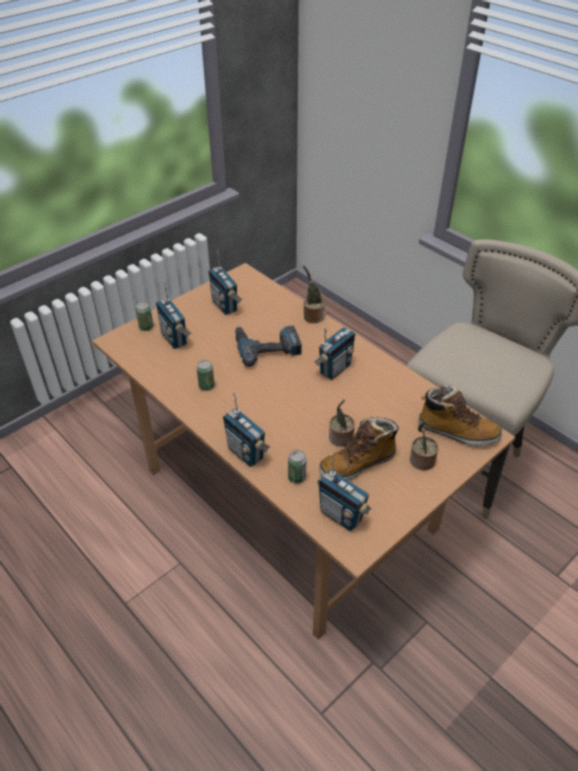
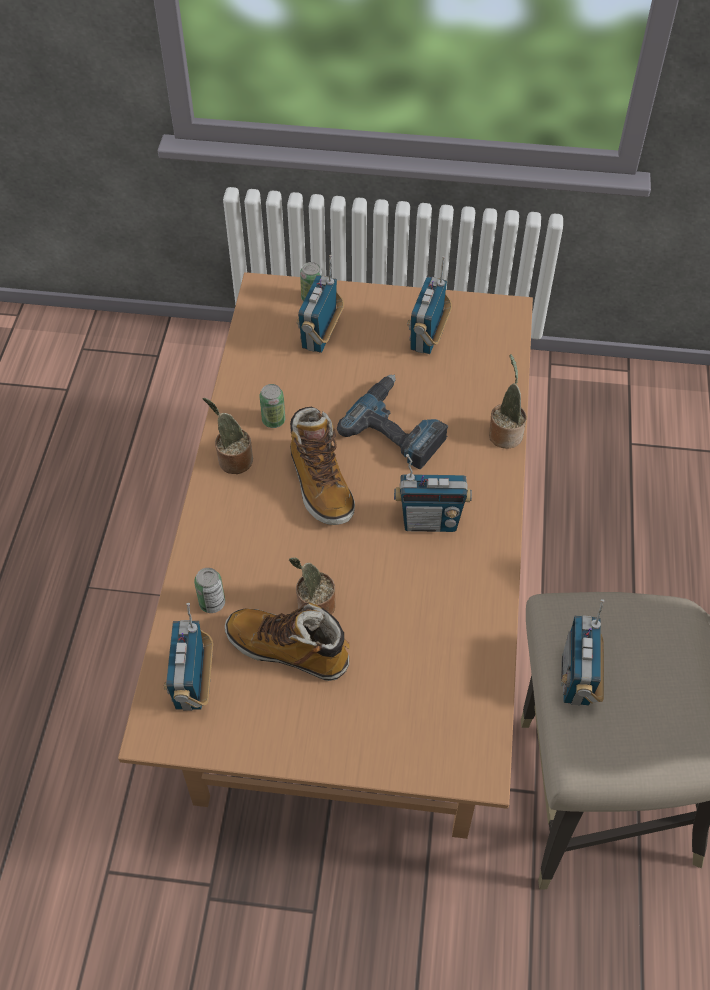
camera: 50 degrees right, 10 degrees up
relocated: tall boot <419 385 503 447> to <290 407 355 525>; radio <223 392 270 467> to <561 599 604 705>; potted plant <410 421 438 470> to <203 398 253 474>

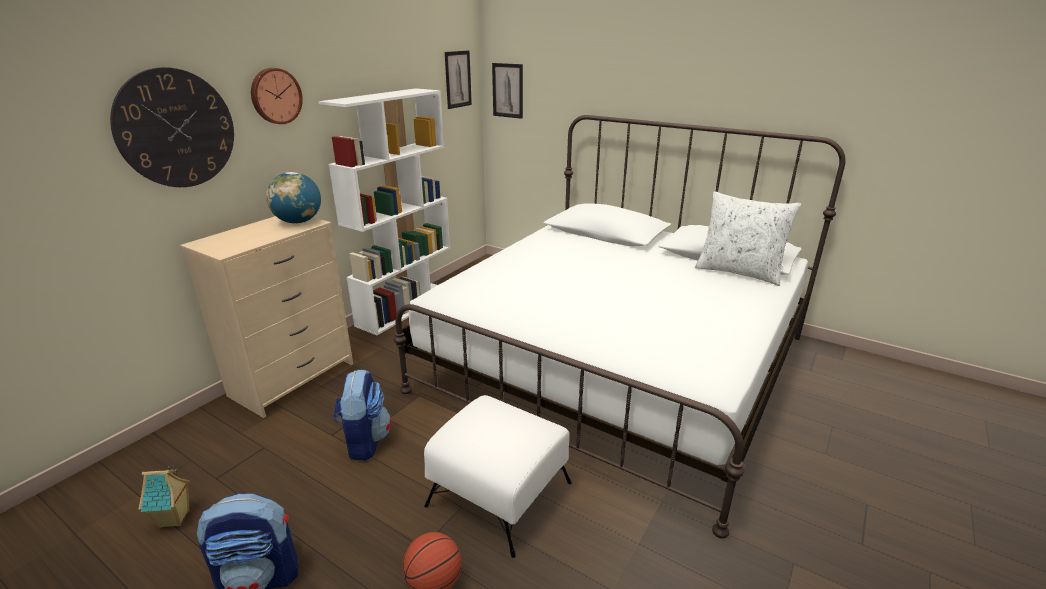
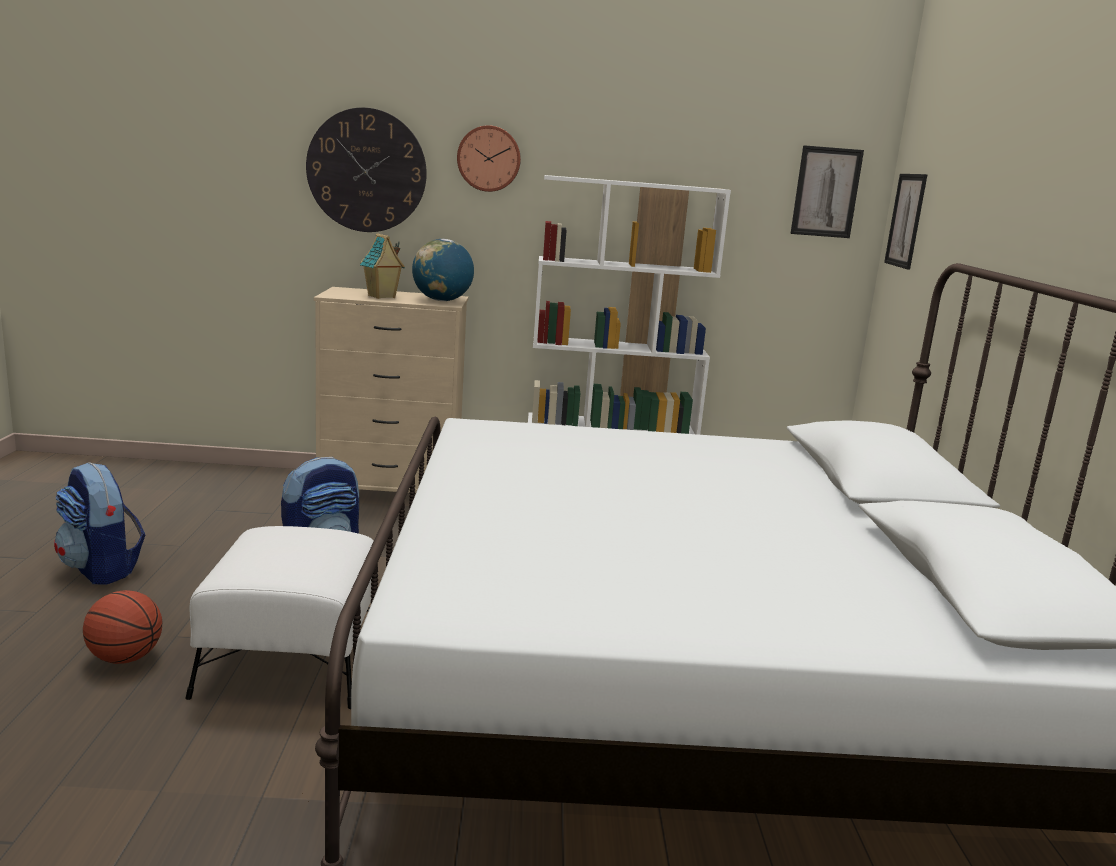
camera: 55 degrees right, 10 degrees down
missing: white-coloured cushion <695 191 801 286>
relocated: toy house <139 465 190 528> to <360 233 405 299>

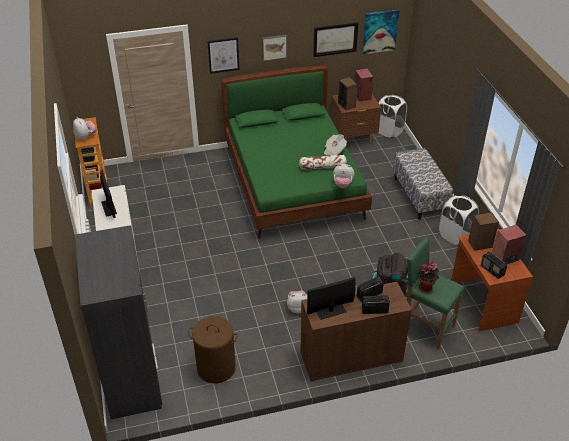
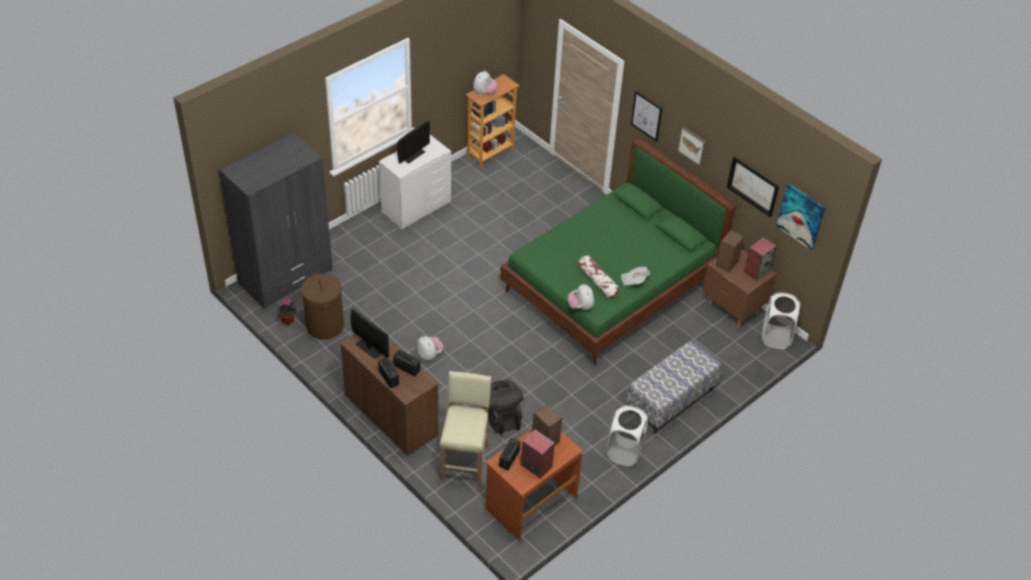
camera: 60 degrees right, 5 degrees up
relocated: potted plant <419 261 439 292> to <278 297 297 325>
colour: greenish stool seat <407 238 465 349> to beige stool seat <440 371 491 487>

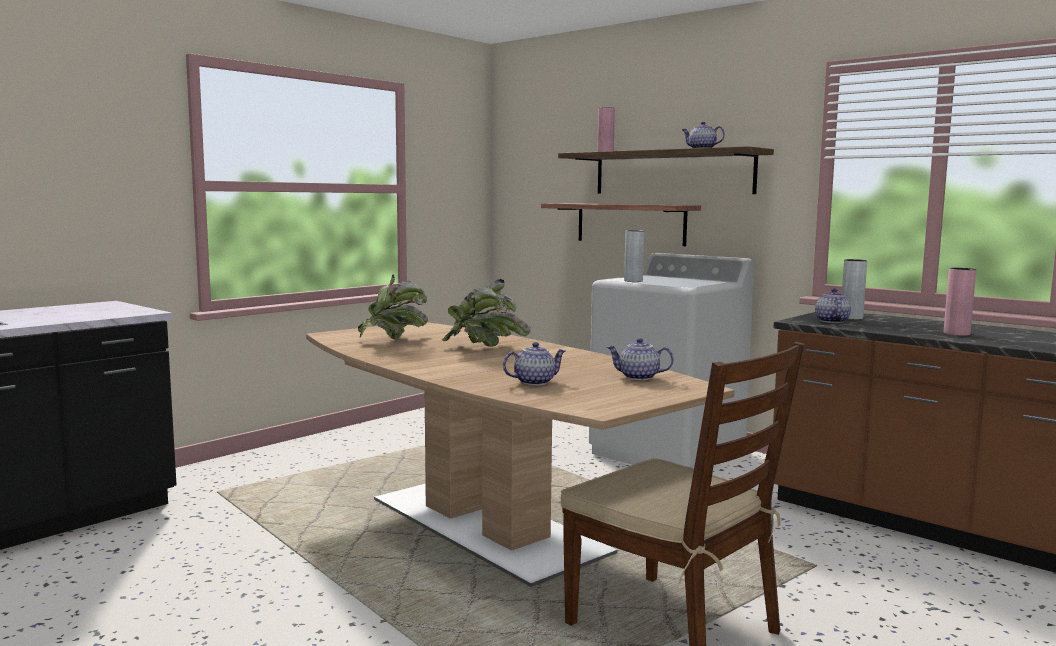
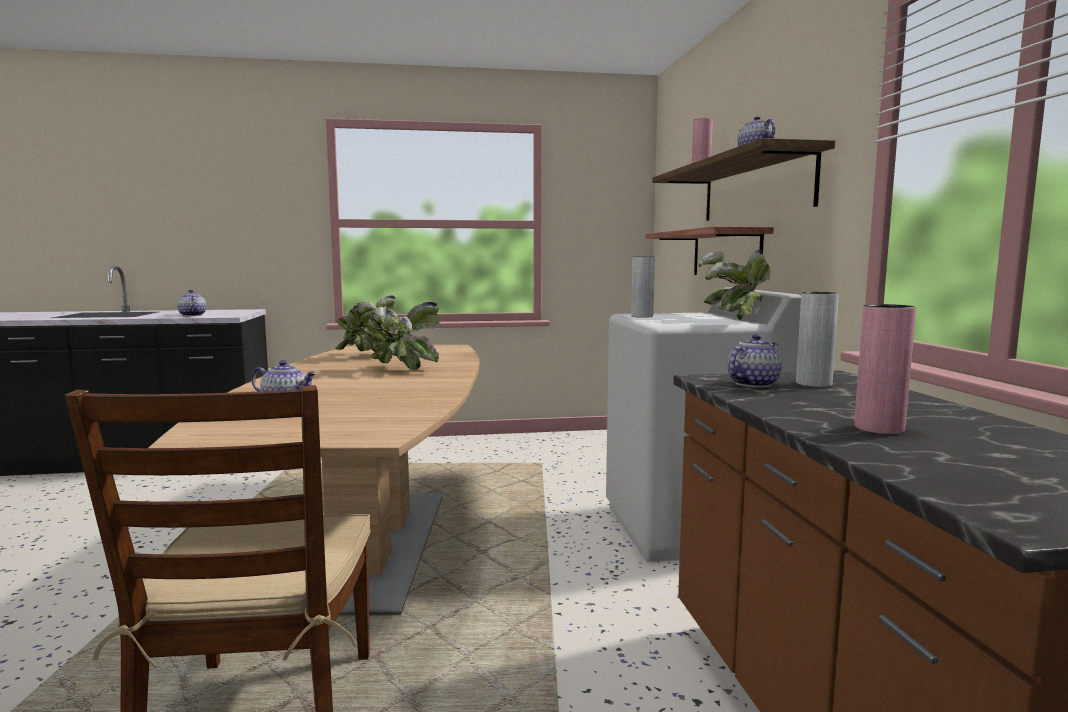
camera: 40 degrees right, 0 degrees up
appeared: potted plant <698 250 770 321>
relocated: pot for tea <607 338 673 380> to <177 290 207 316>

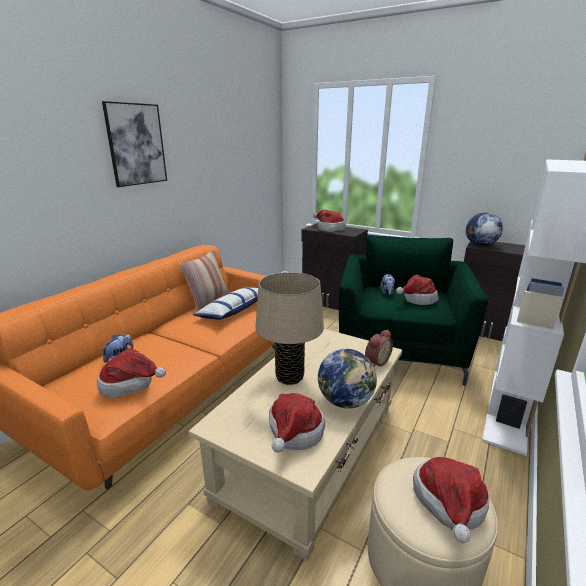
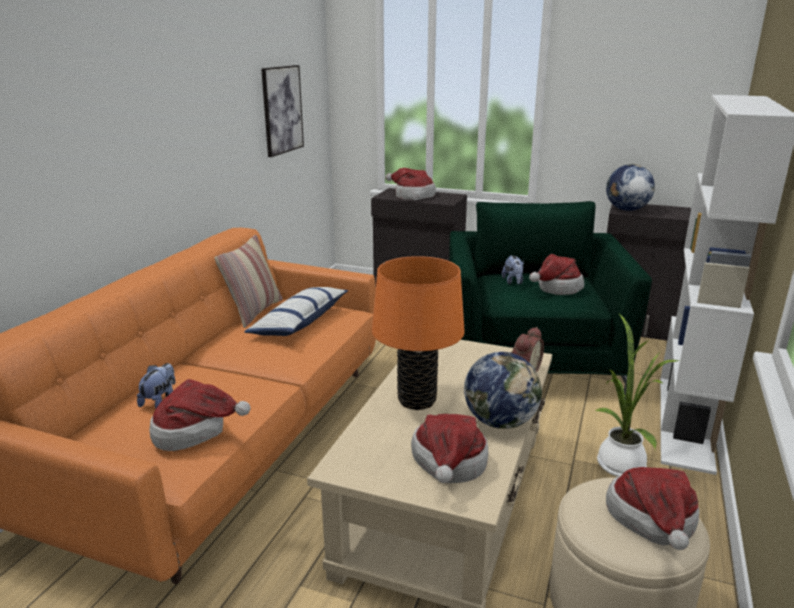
camera: 10 degrees left, 0 degrees up
appeared: potted plant <595 314 680 477>
relocated: wall picture <102 101 167 187> to <261 65 304 157>
colour: beige table lamp <256 272 324 385> to orangey table lamp <372 256 465 410>

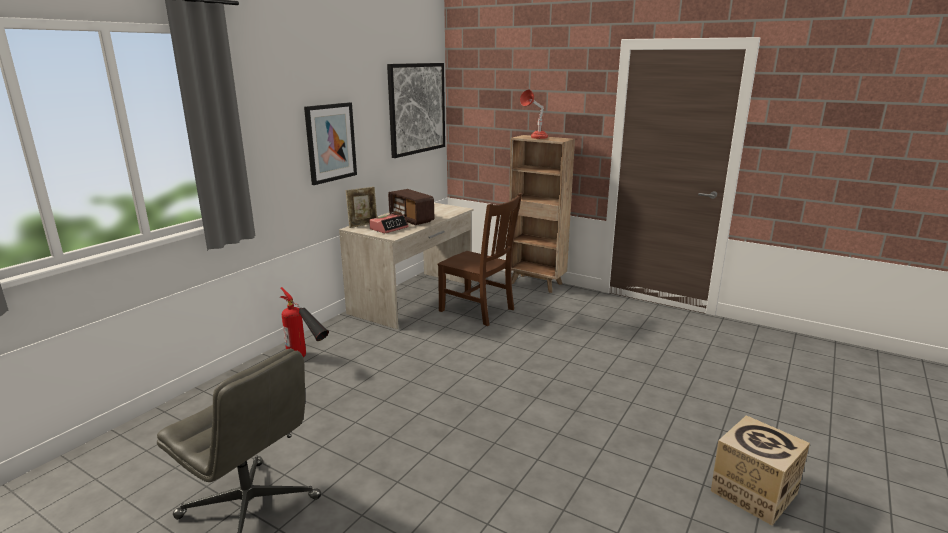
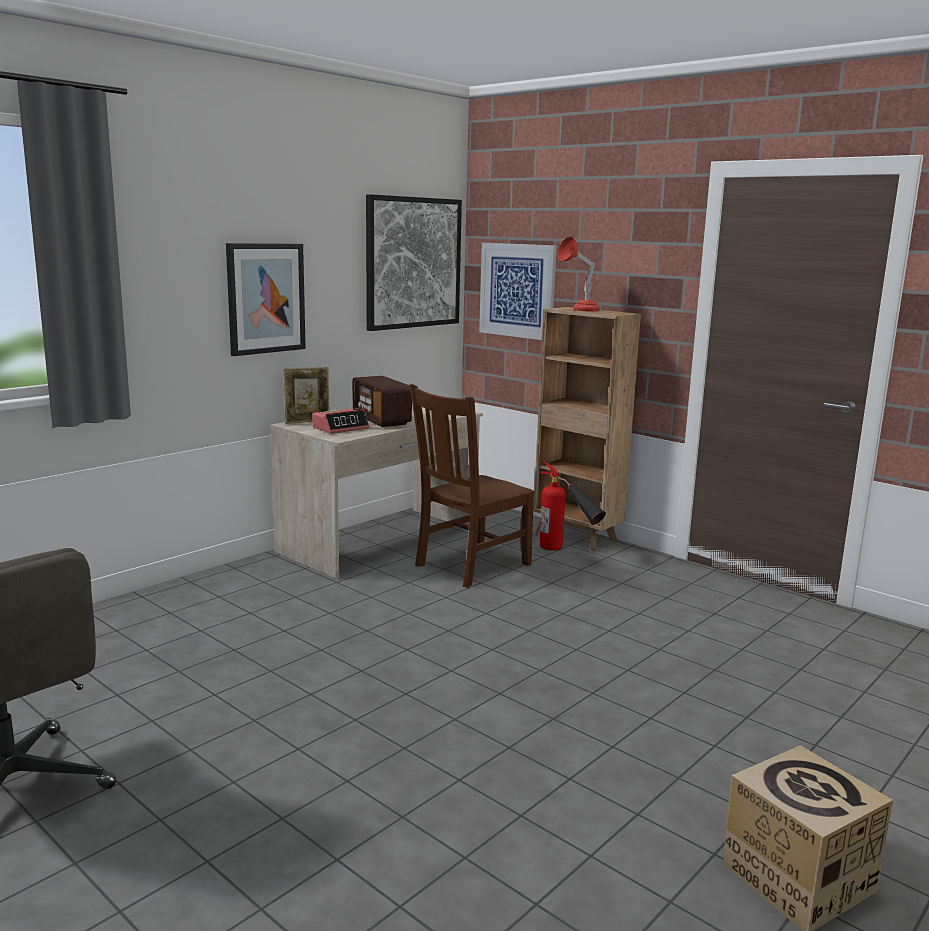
camera: 10 degrees right, 5 degrees down
appeared: wall picture <479 243 557 340>
relocated: extinguisher <280 287 329 357> to <539 460 606 551>
spun: brownish chair <438 193 522 326> = <409 384 535 588> 90 degrees clockwise

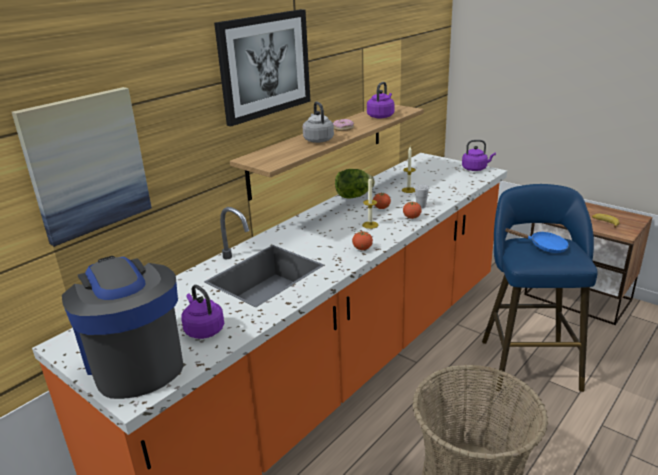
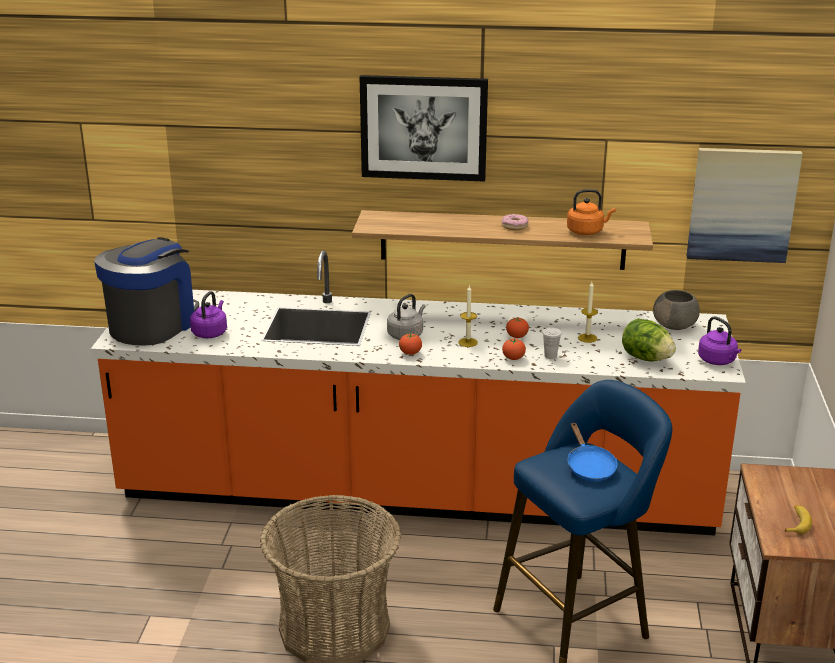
camera: 55 degrees right, 0 degrees up
appeared: grey serving bowl <653 290 700 330>
relocated: wall picture <12 87 152 247> to <687 148 803 263>; grey tea kettle <303 101 334 143> to <387 294 426 340>; lettuce head <335 169 375 198> to <622 319 676 361>
colour: purple-coloured tea kettle <367 82 394 119> to orangey tea kettle <567 189 616 235>

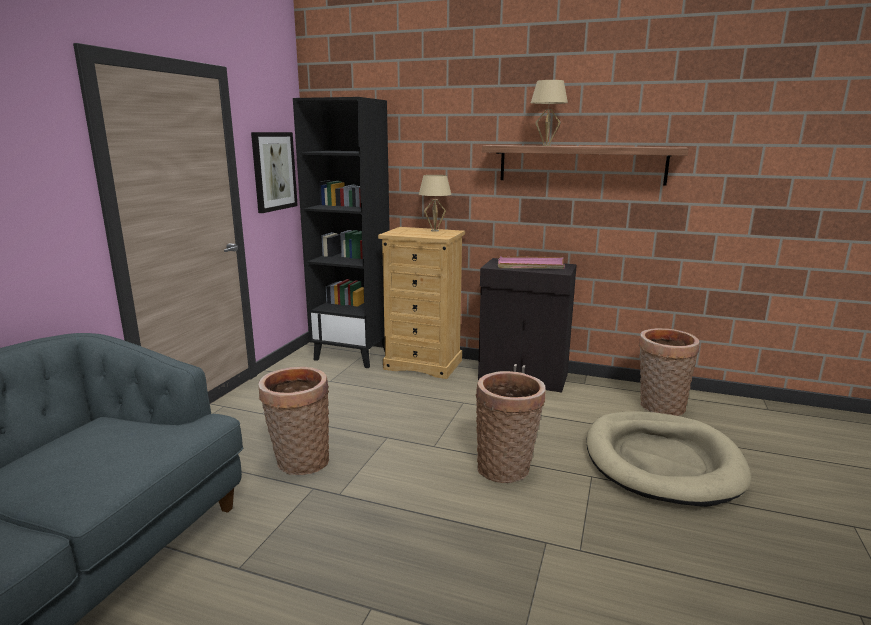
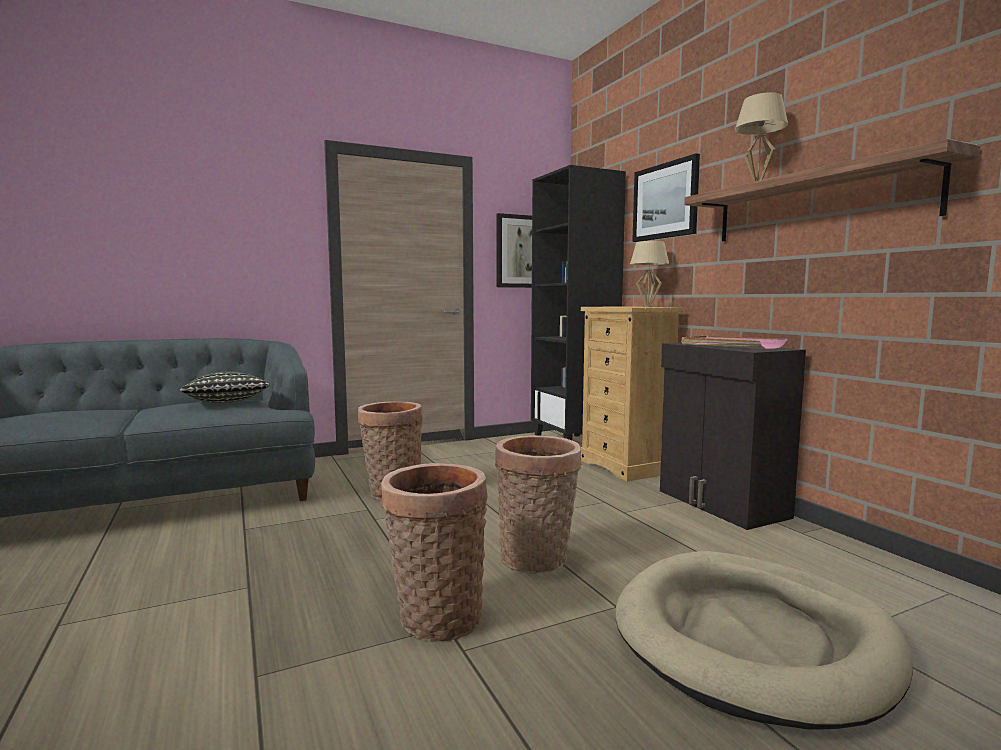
camera: 45 degrees right, 10 degrees down
appeared: wall picture <632 153 700 242>; cushion <180 372 270 403>
relocated: household basket <638 328 700 416> to <381 463 488 641>

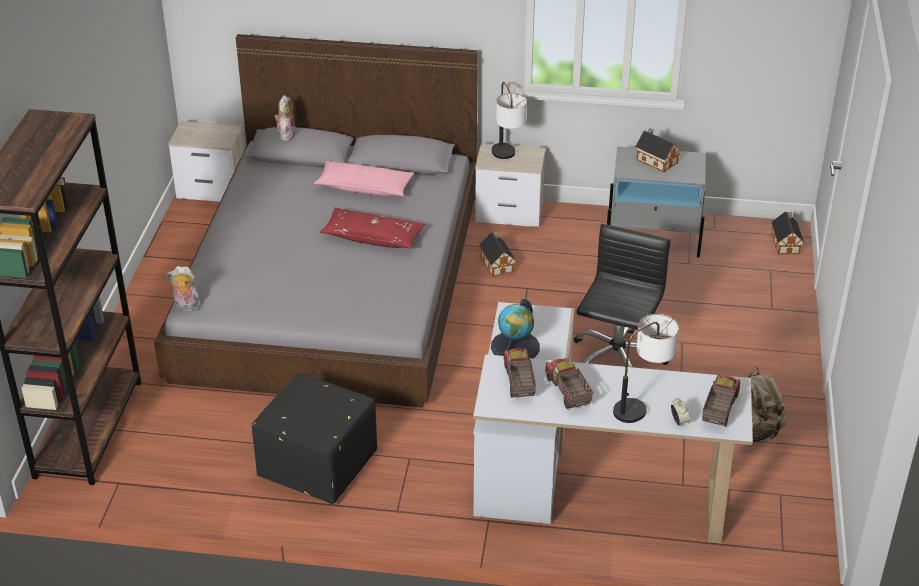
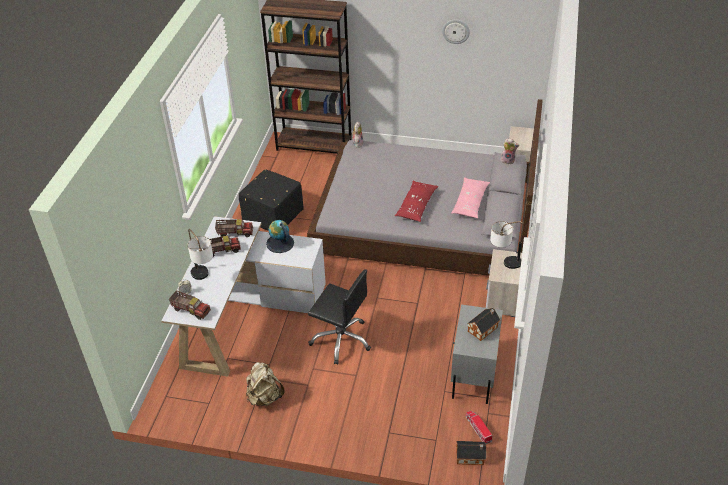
camera: 95 degrees right, 5 degrees up
missing: toy house <479 232 516 277>
appeared: wall clock <442 19 470 44>; toy truck <465 411 493 444>

